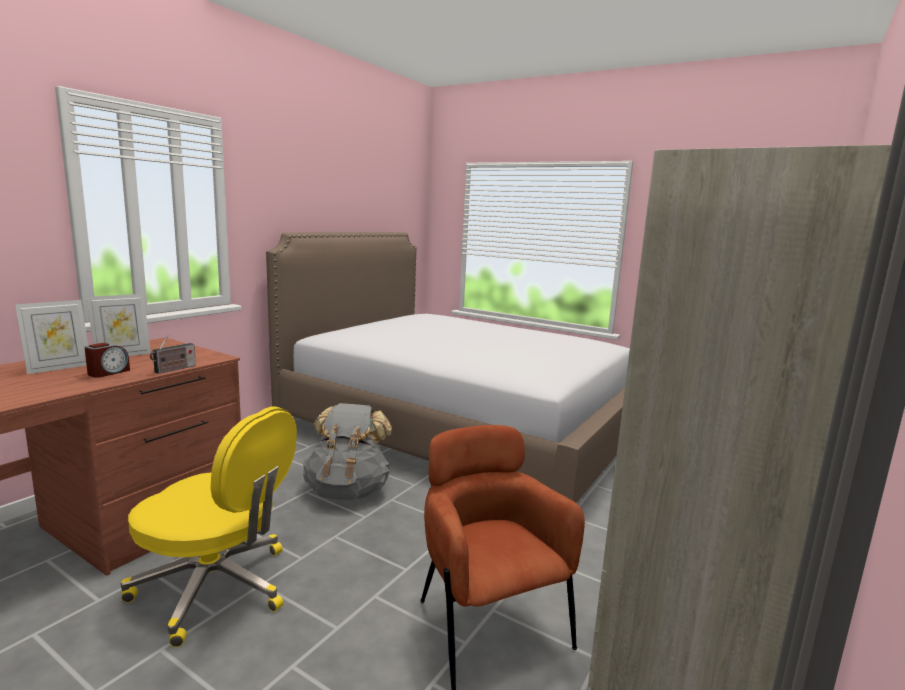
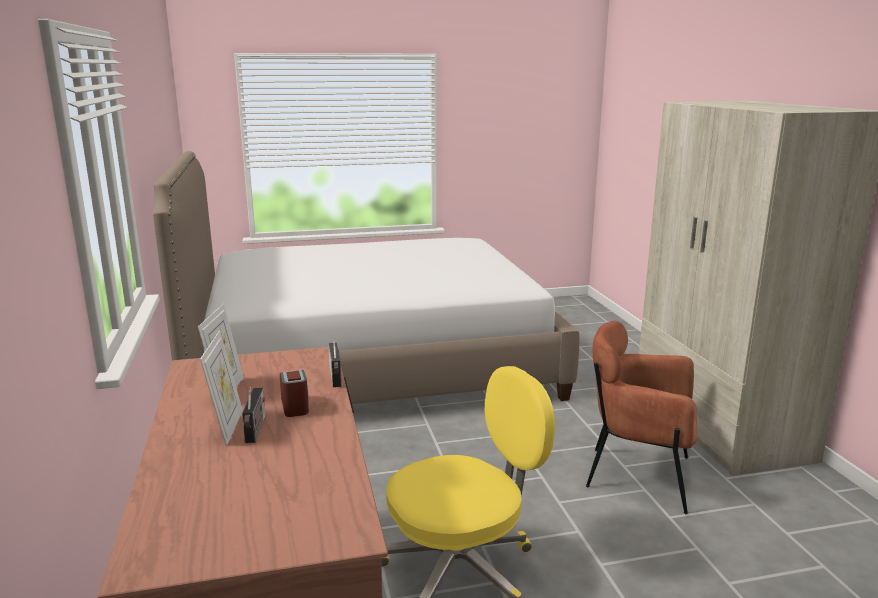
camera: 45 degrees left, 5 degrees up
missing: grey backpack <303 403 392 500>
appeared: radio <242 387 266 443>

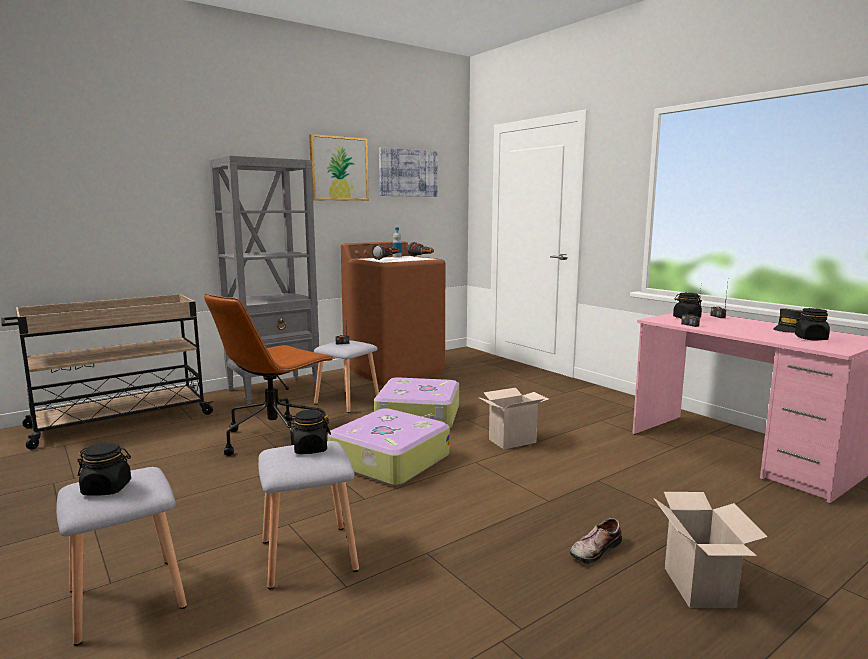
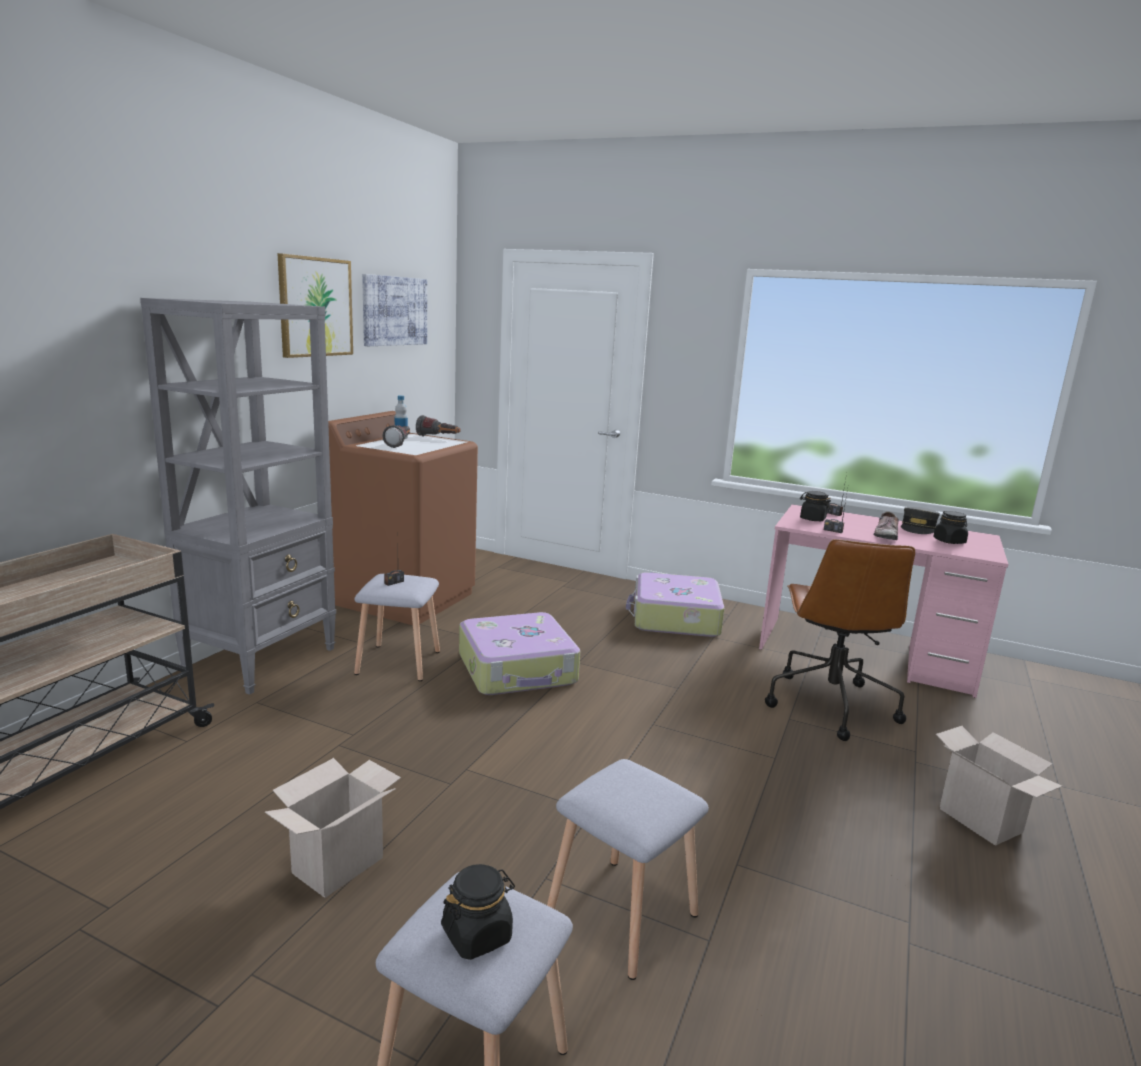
camera: 30 degrees left, 5 degrees up
missing: black-coloured preserve jar <287 410 331 454>
relocated: brownish office chair <204 294 334 456> to <765 539 915 741>; packing box <478 388 549 449> to <265 758 401 898>; piece of luggage <328 408 450 486> to <626 572 724 637>; shoe <570 518 622 564> to <874 512 899 540>

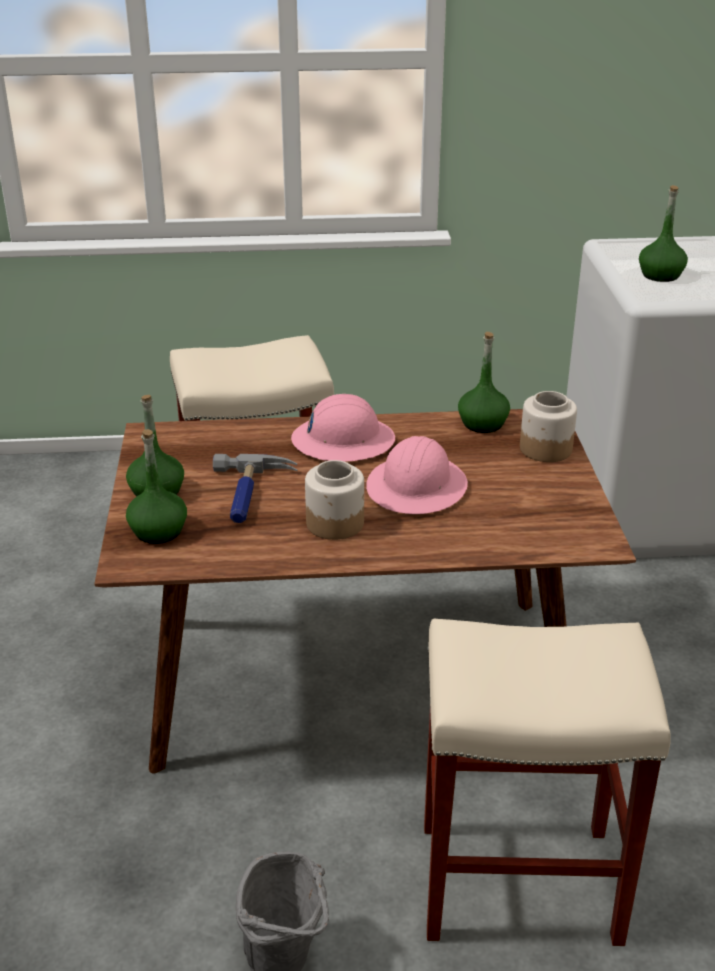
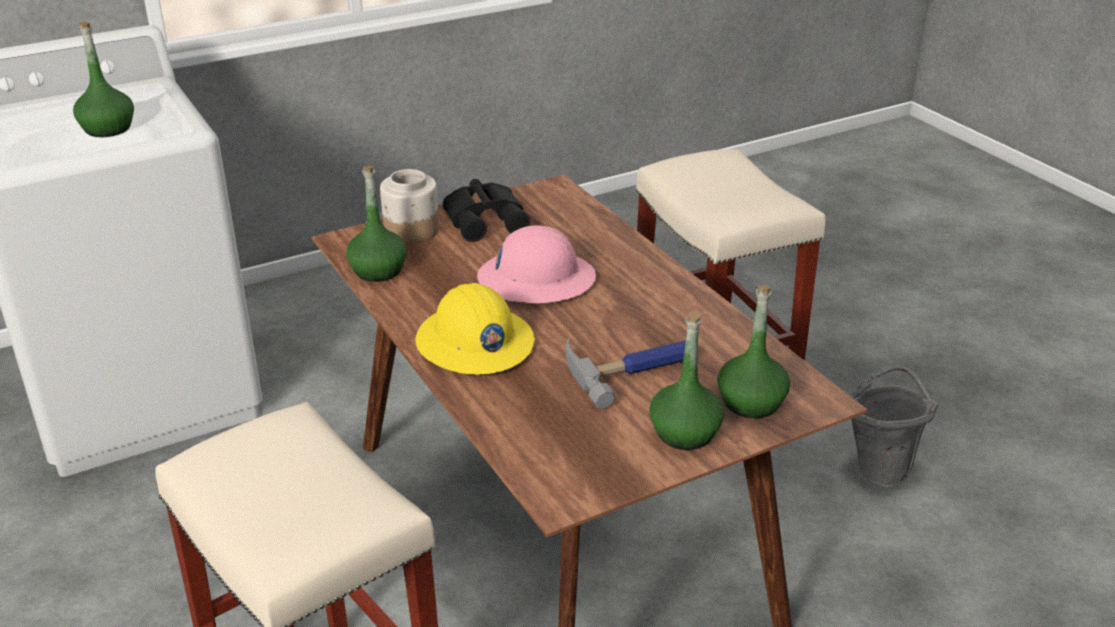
camera: 115 degrees left, 0 degrees up
missing: preserve jar <305 460 364 540>
appeared: black-coloured field glasses <443 179 530 242>
colour: pink-coloured safety helmet <291 394 395 461> to yellowish safety helmet <416 283 535 375>

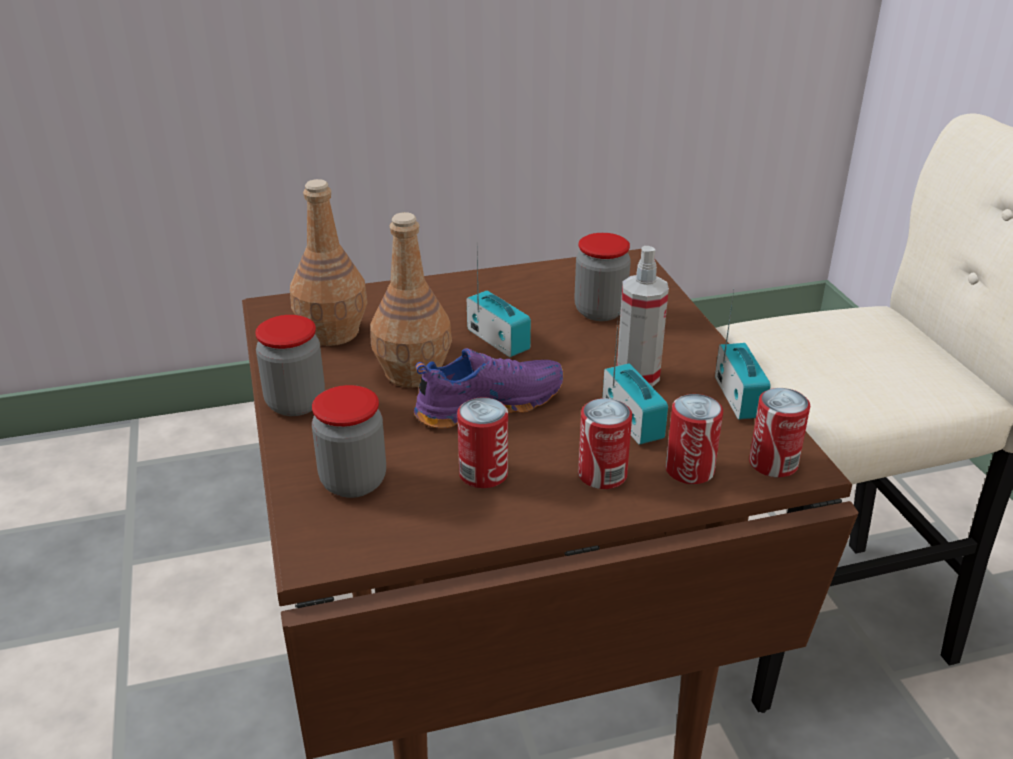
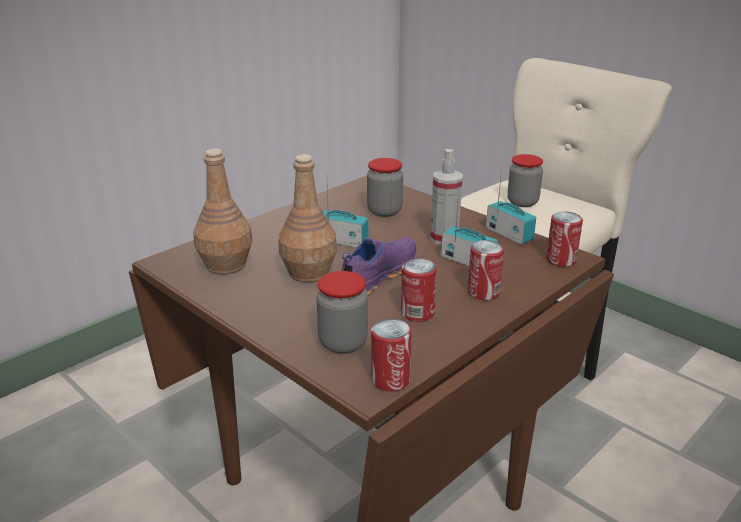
camera: 30 degrees left, 5 degrees down
relocated: preserve jar <255 315 325 416> to <507 154 543 207>; metal can <666 394 723 484> to <371 318 412 392>

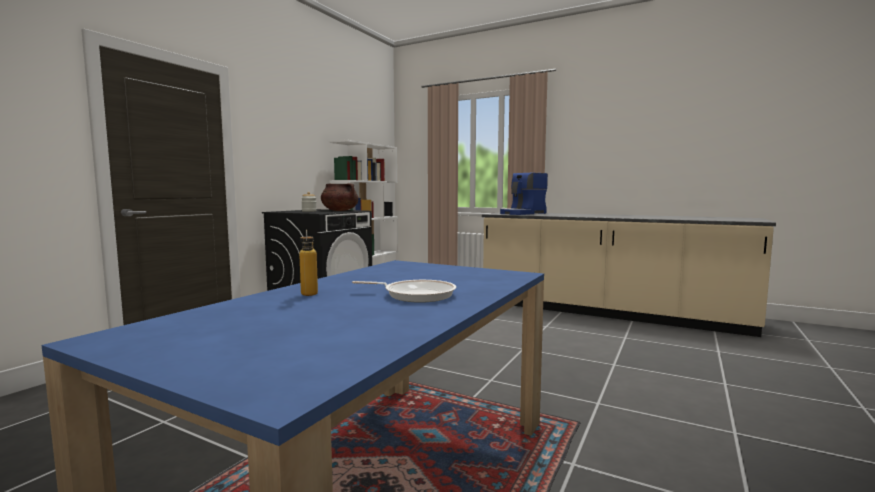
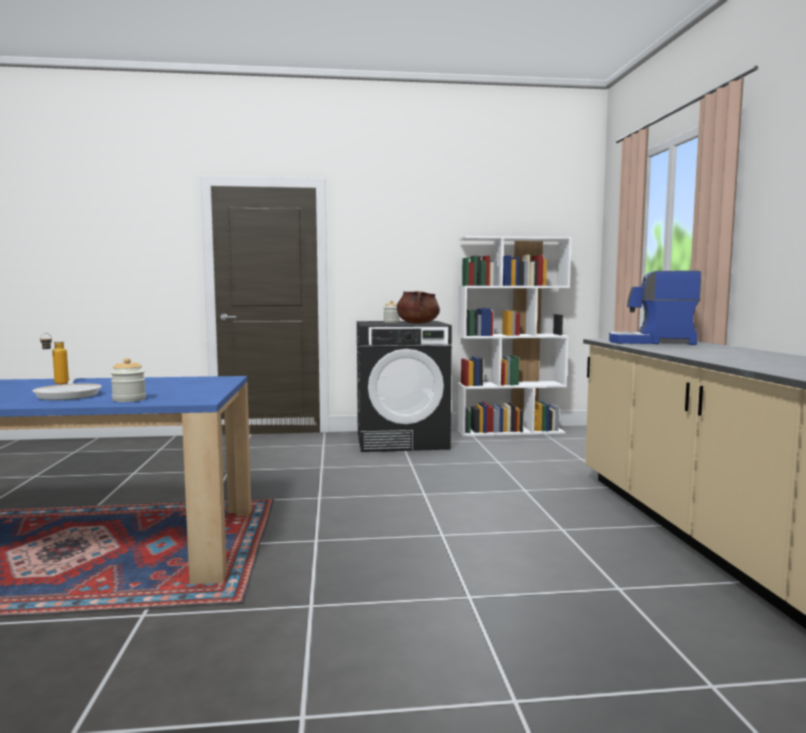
camera: 55 degrees right, 0 degrees up
appeared: preserve jar <111 358 146 402>

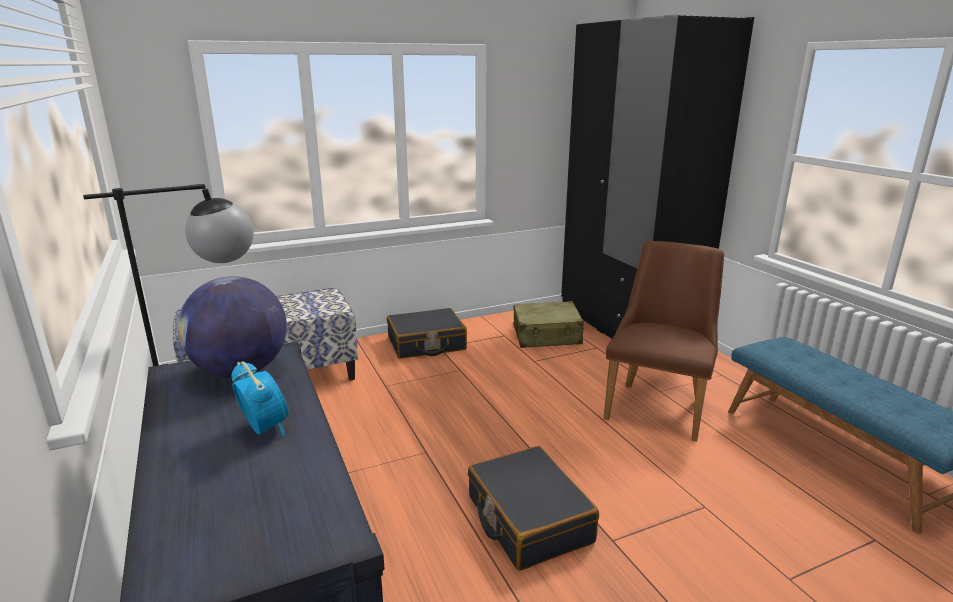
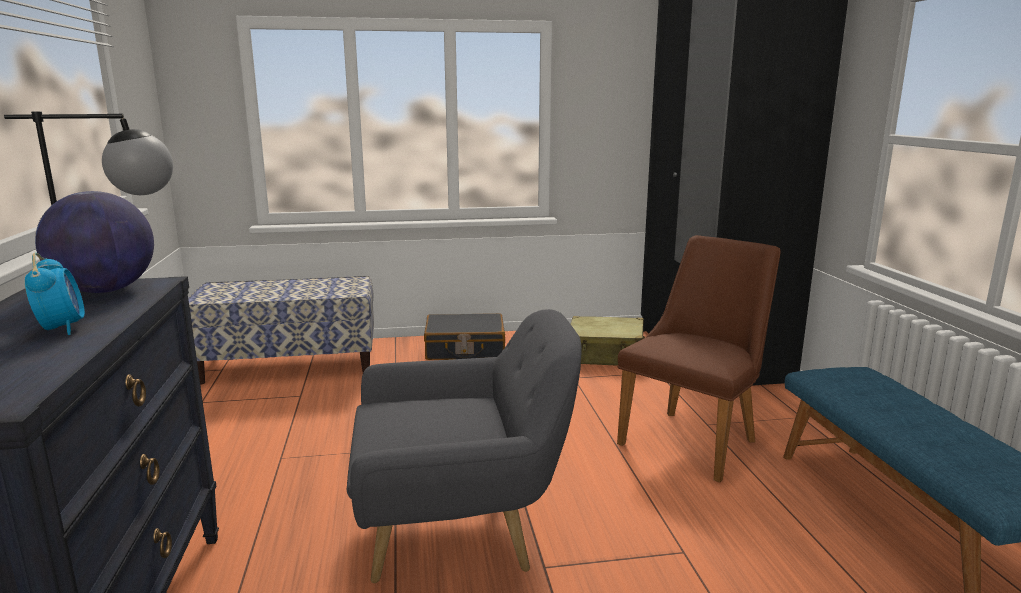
camera: 15 degrees right, 5 degrees down
exchanged: black-coloured piece of luggage <468 446 599 571> to grey lounge chair <347 309 582 583>

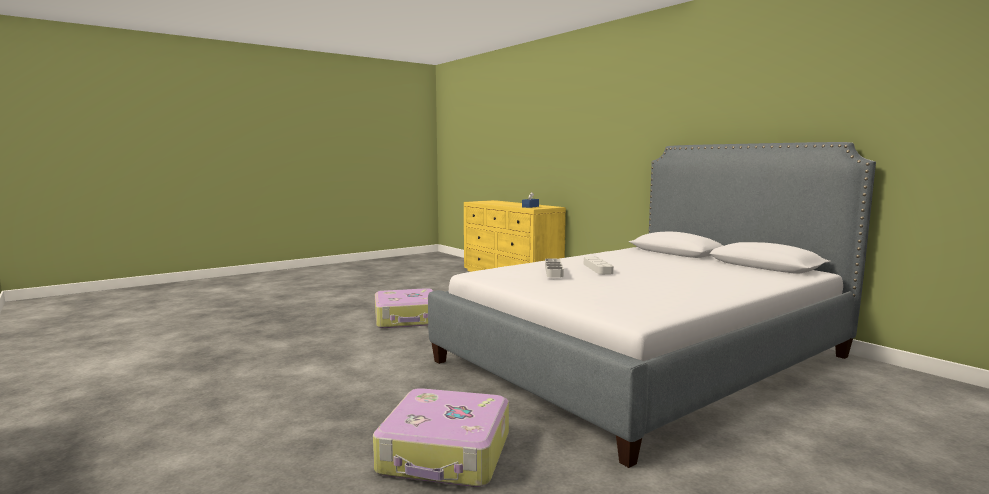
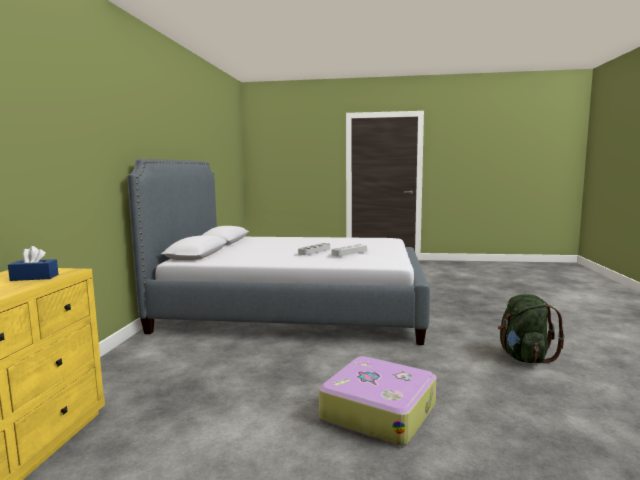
camera: 135 degrees left, 0 degrees up
missing: piece of luggage <373 388 509 487>
appeared: greenish backpack <498 294 565 363>

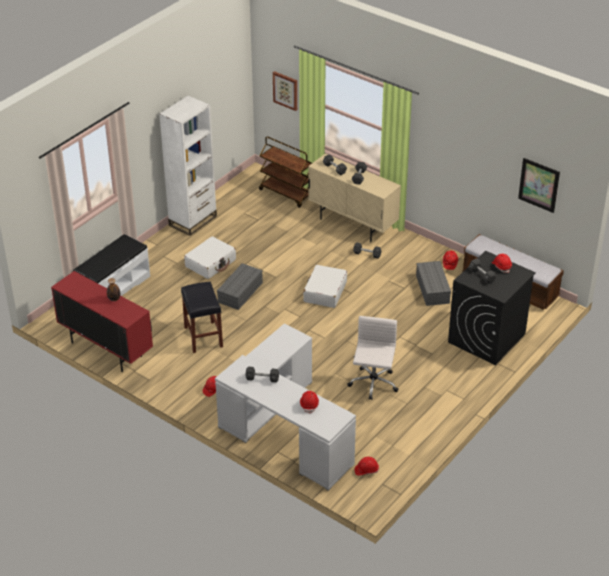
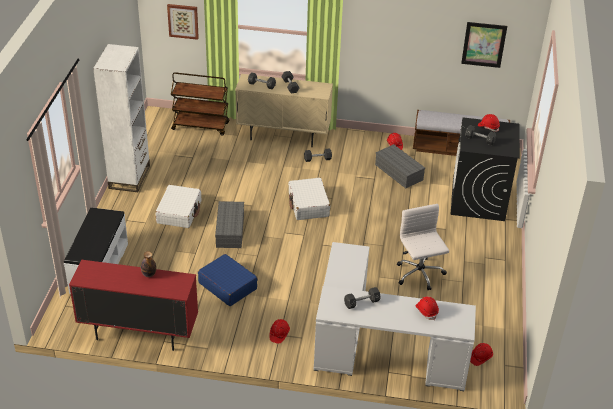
camera: 30 degrees left, 0 degrees up
exchanged: black-coloured stool seat <181 282 223 353> to blue piece of luggage <198 254 258 306>

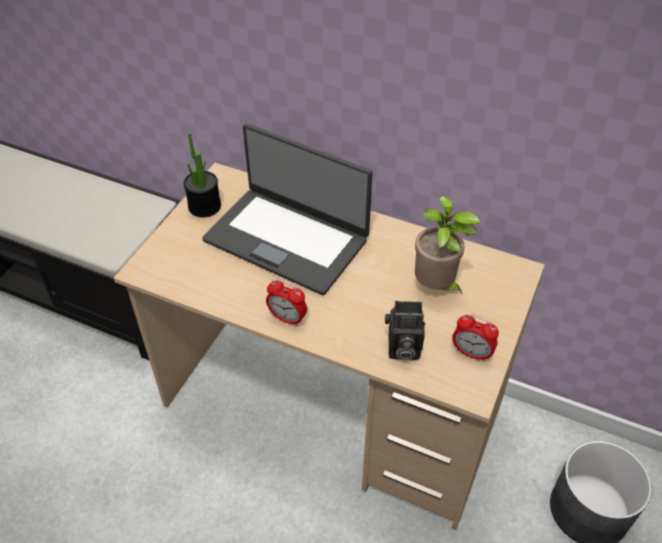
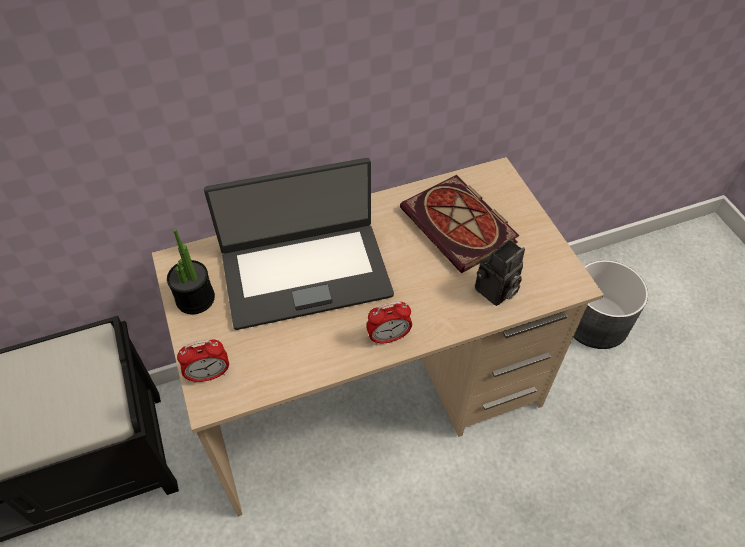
camera: 45 degrees left, 5 degrees up
relocated: bedside clock <452 314 499 362> to <177 339 229 383>
exchanged: potted plant <415 196 481 295> to book <400 175 519 273>

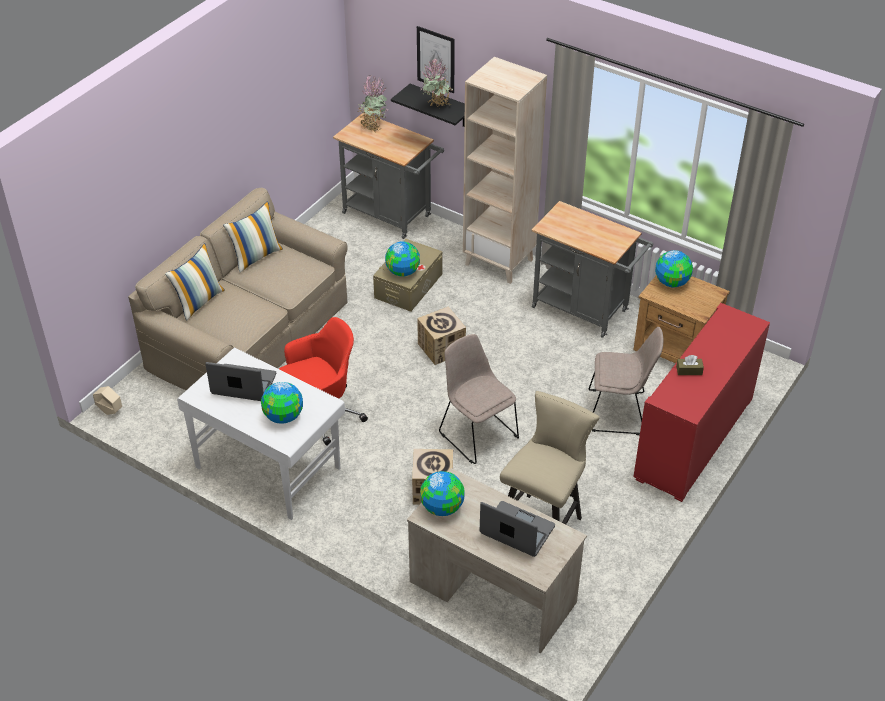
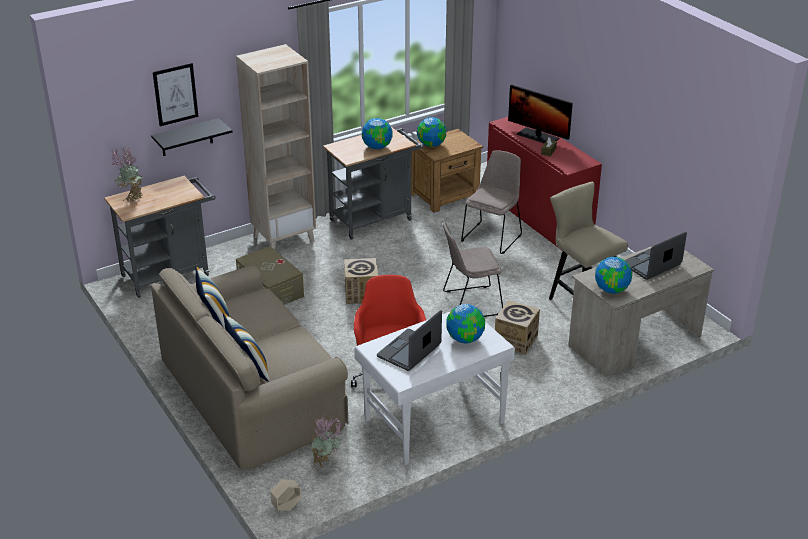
camera: 65 degrees left, 10 degrees down
appeared: computer screen <508 84 573 144>
relocated: potted plant <420 59 453 107> to <309 414 343 467>; globe <385 241 420 277> to <362 118 392 149>

